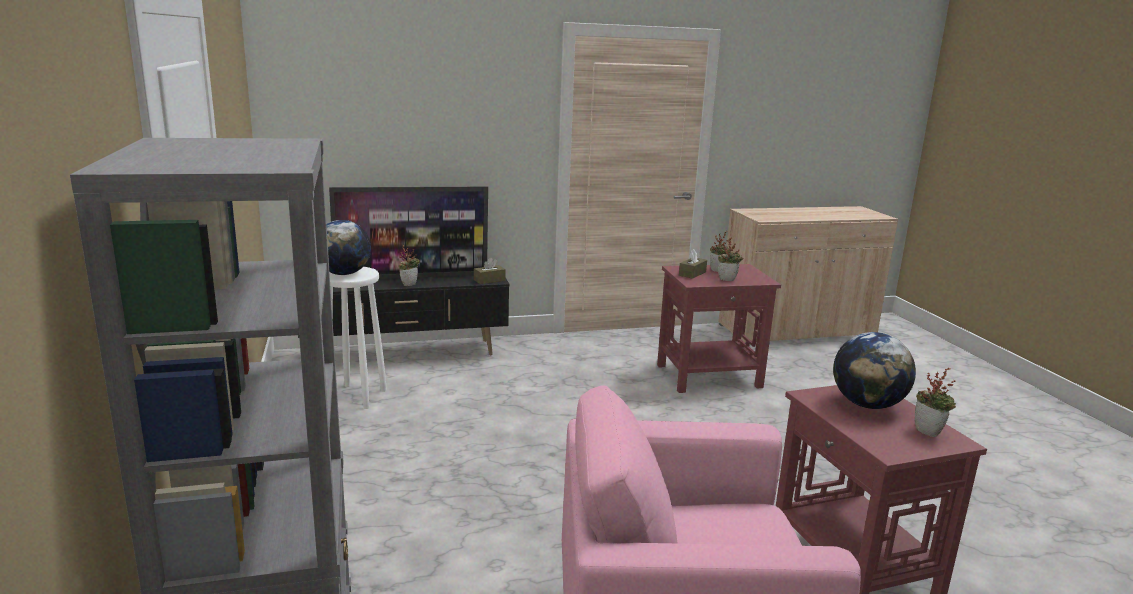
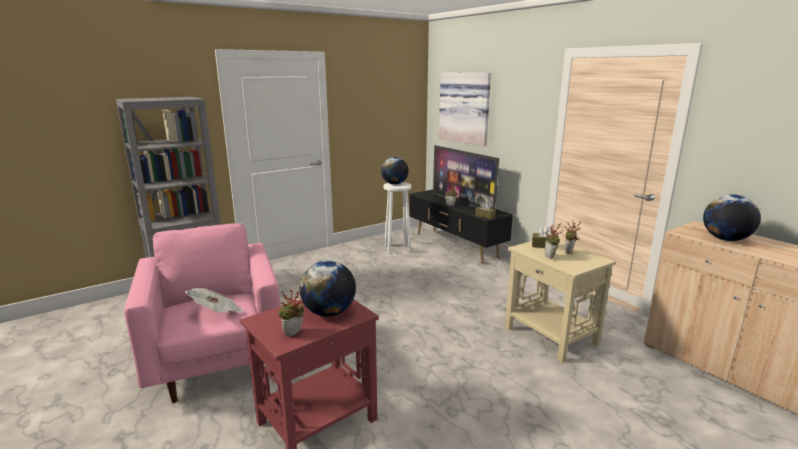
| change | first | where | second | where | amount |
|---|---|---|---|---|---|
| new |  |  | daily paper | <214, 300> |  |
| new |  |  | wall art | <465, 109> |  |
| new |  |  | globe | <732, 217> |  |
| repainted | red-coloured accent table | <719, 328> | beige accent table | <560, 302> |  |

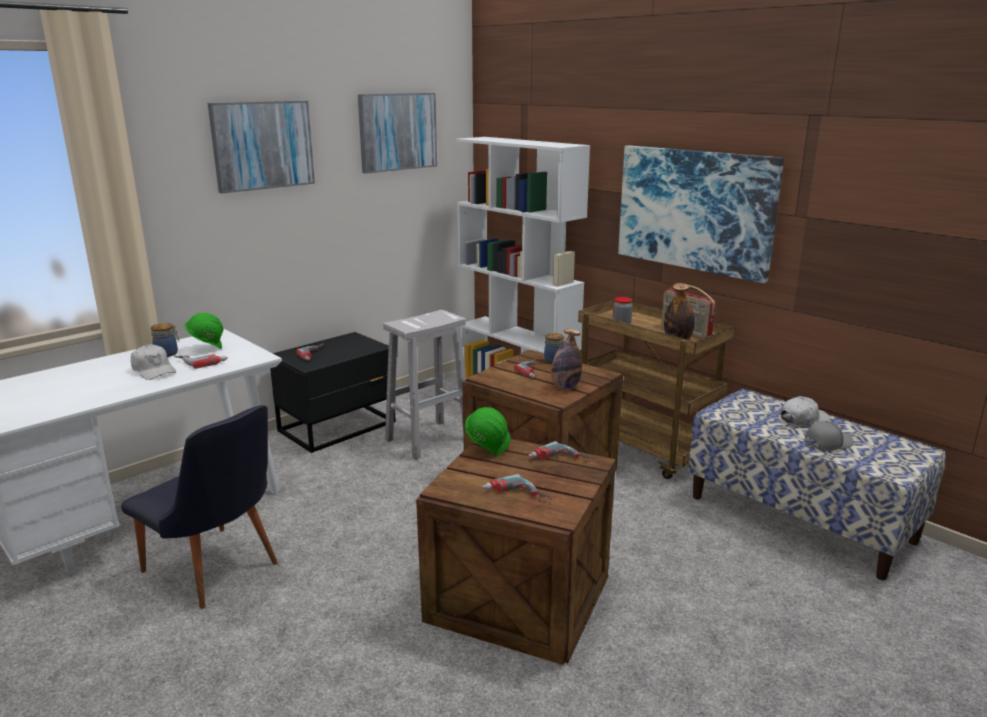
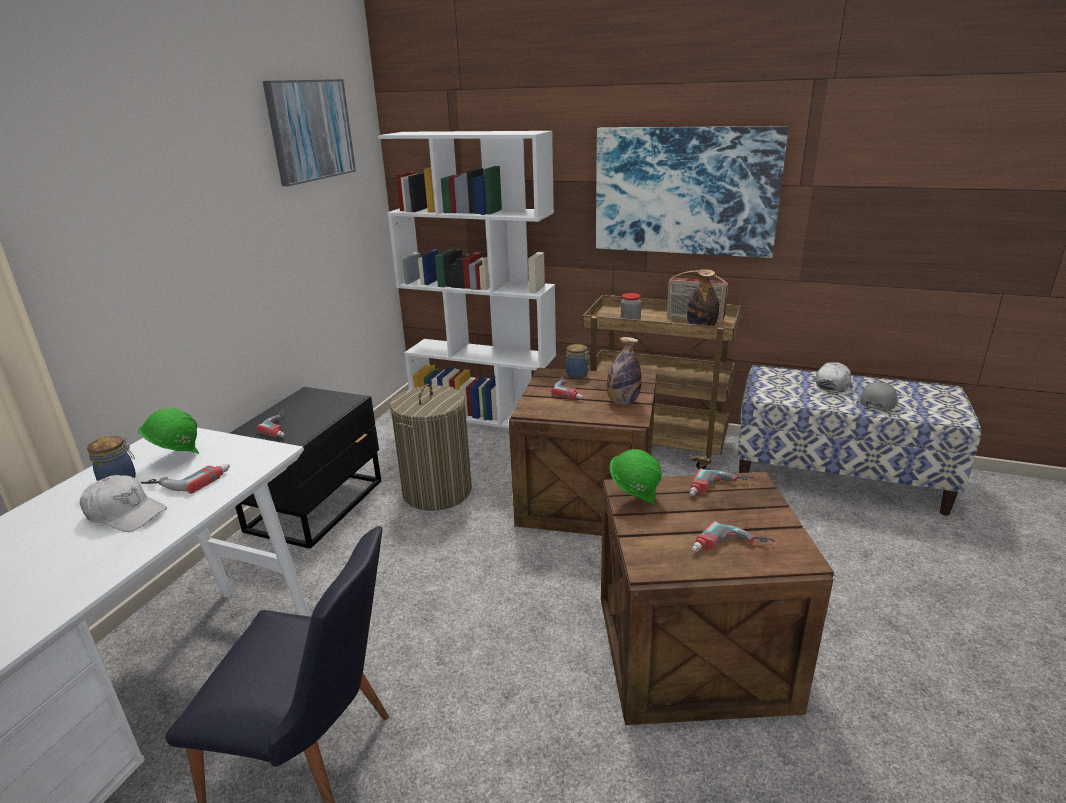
| change | first | where | second | where | amount |
|---|---|---|---|---|---|
| gone | wall art | <261, 147> |  |  |  |
| swapped | white sitting stool | <424, 385> | washing basket | <431, 447> |  |

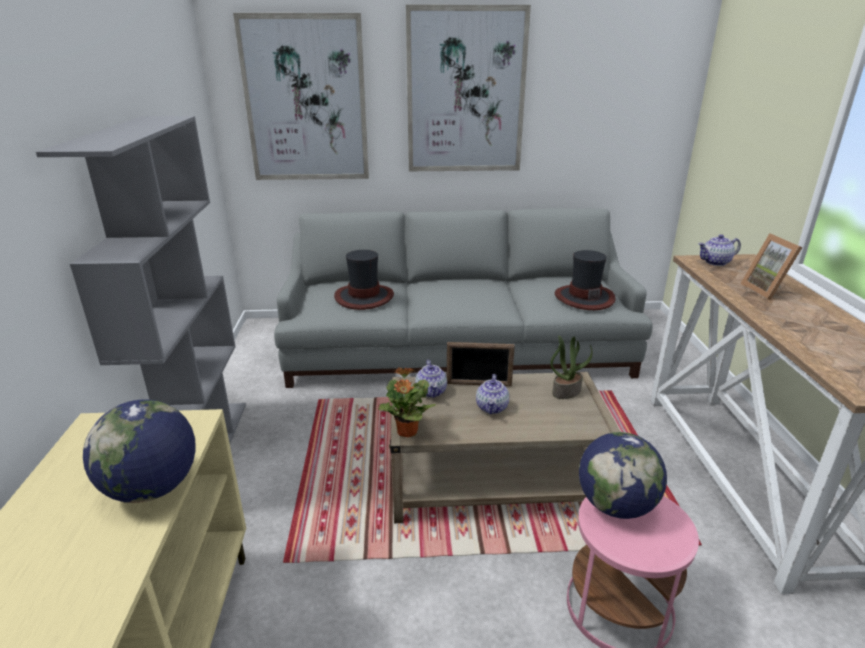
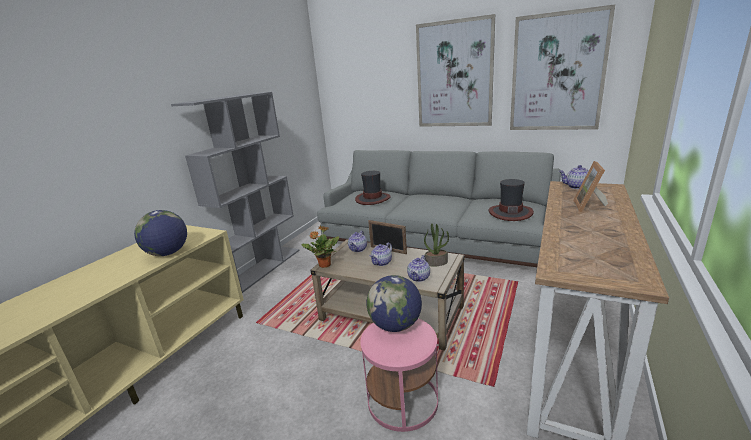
| change | first | where | second | where | amount |
|---|---|---|---|---|---|
| new |  |  | teapot | <418, 268> |  |
| shifted | wall art | <301, 96> |  | <562, 67> |  |

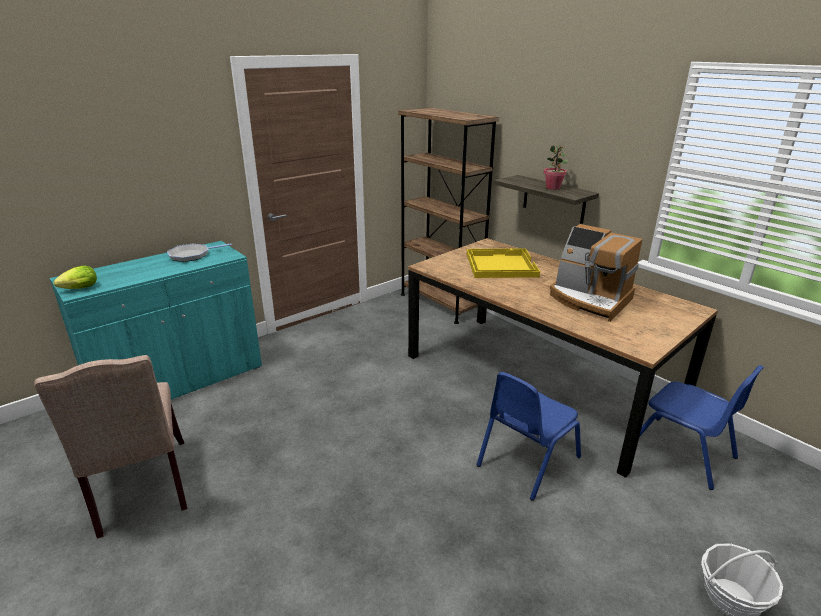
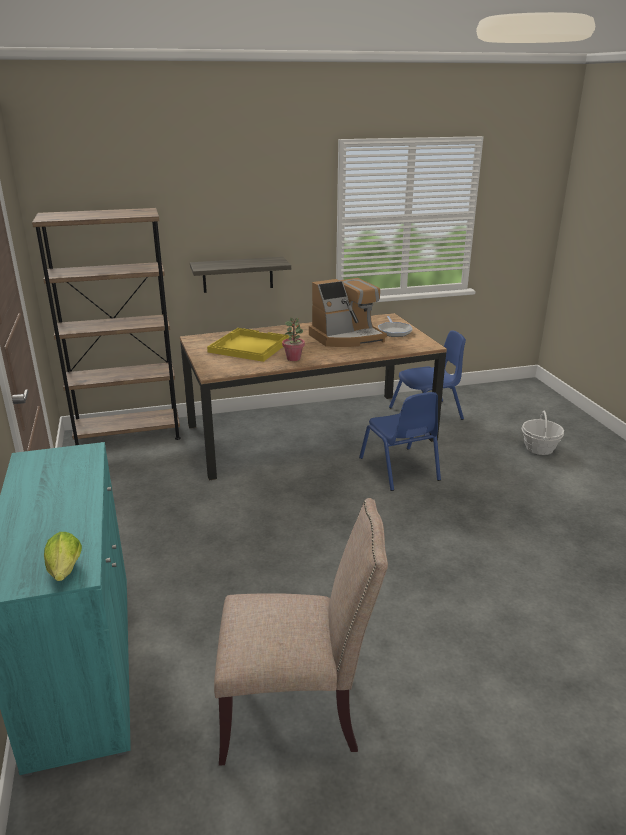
| change | first | where | second | where | amount |
|---|---|---|---|---|---|
| shifted | skillet | <199, 253> |  | <395, 326> |  |
| shifted | plant in a pot | <556, 167> |  | <293, 339> |  |

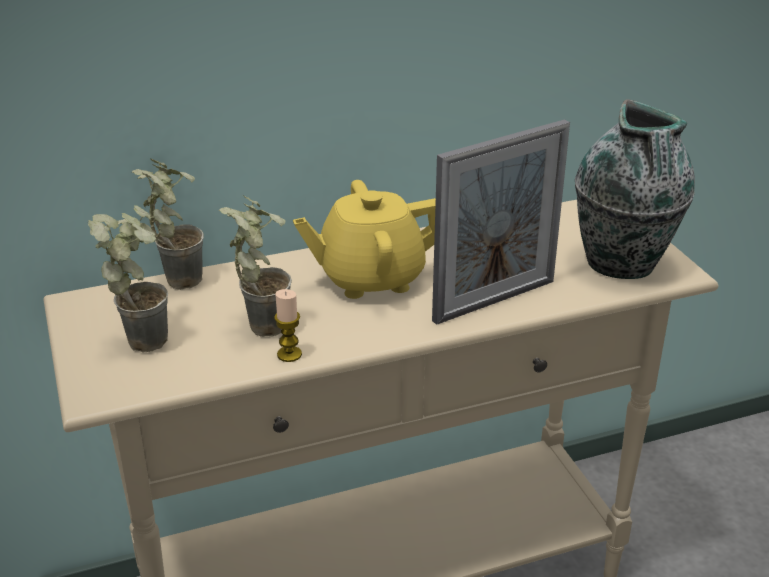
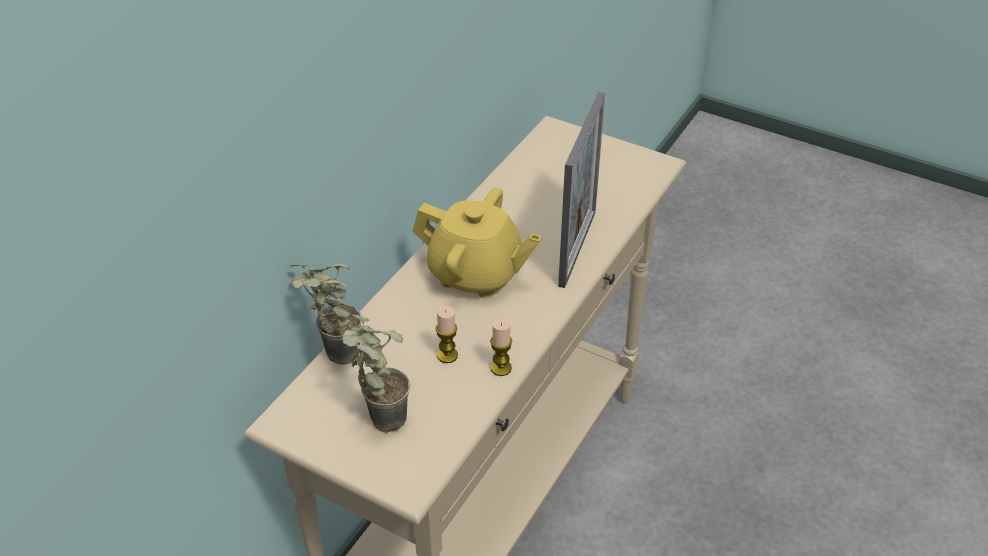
| change | first | where | second | where | amount |
|---|---|---|---|---|---|
| gone | vase | <635, 189> |  |  |  |
| swapped | plant in a pot | <255, 266> | wax candle | <446, 334> |  |
| rotated | yellowish teapot | <364, 239> |  | <477, 242> | 105 degrees counterclockwise |

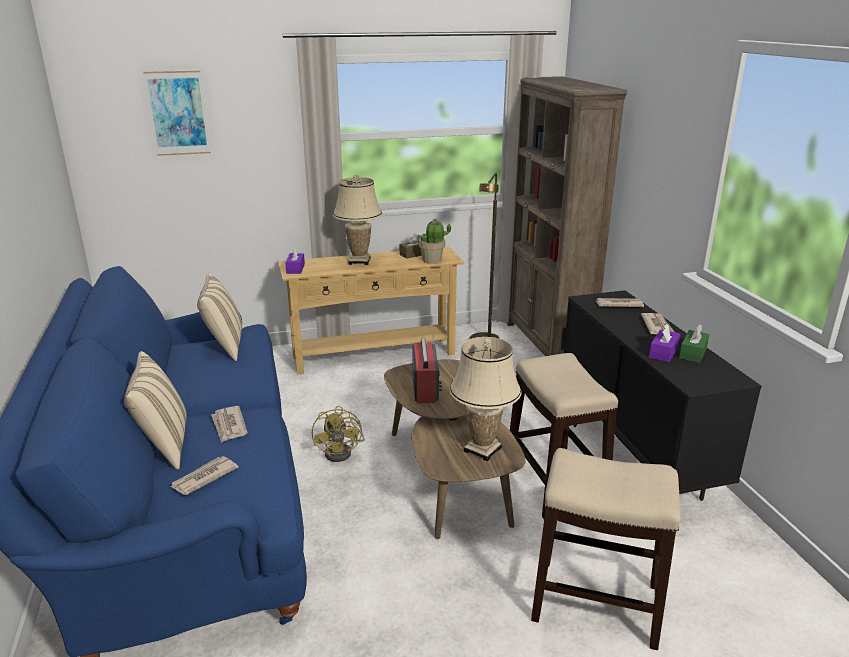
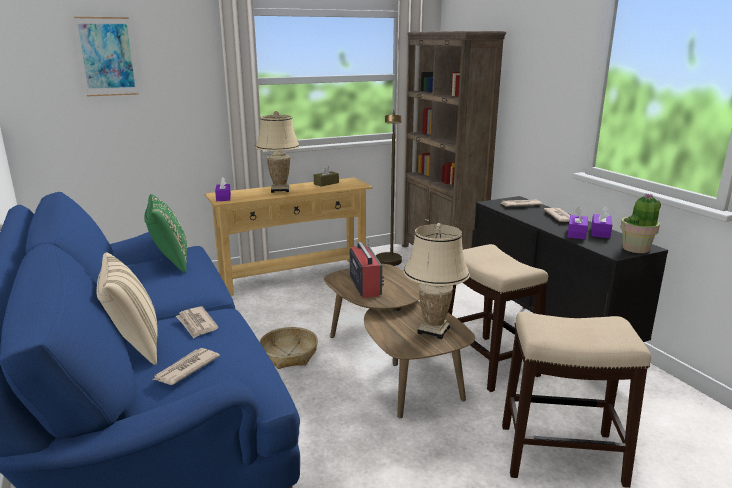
| change | first | where | second | where | amount |
|---|---|---|---|---|---|
| shifted | plant in a pot | <435, 241> |  | <641, 223> |  |
| swapped | yellowish cooling fan | <338, 434> | household basket | <288, 348> |  |
| repainted | beige cushion | <219, 317> | green cushion | <166, 233> |  |
| repainted | green tissue holder | <694, 343> | purple-coloured tissue holder | <601, 222> |  |

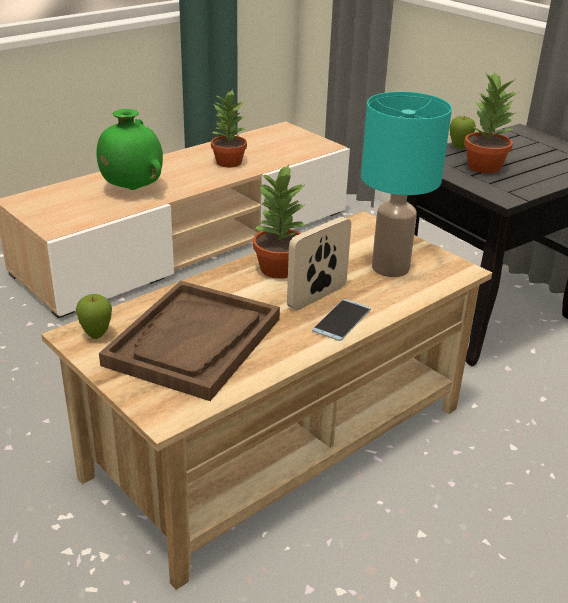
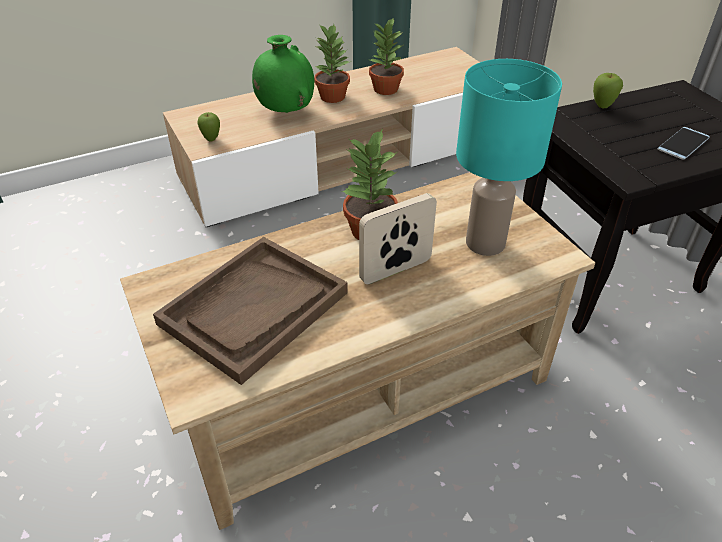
| change | first | where | second | where | amount |
|---|---|---|---|---|---|
| shifted | whole apple | <94, 316> |  | <208, 127> |  |
| shifted | telephone | <341, 320> |  | <684, 143> |  |
| shifted | plant in a pot | <491, 122> |  | <332, 63> |  |

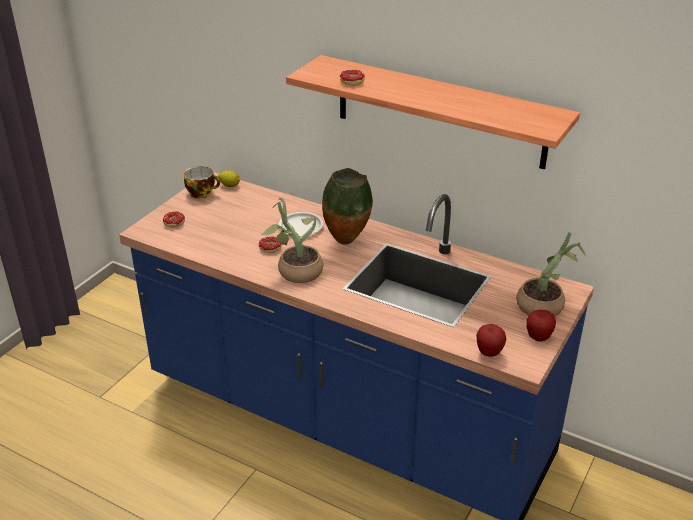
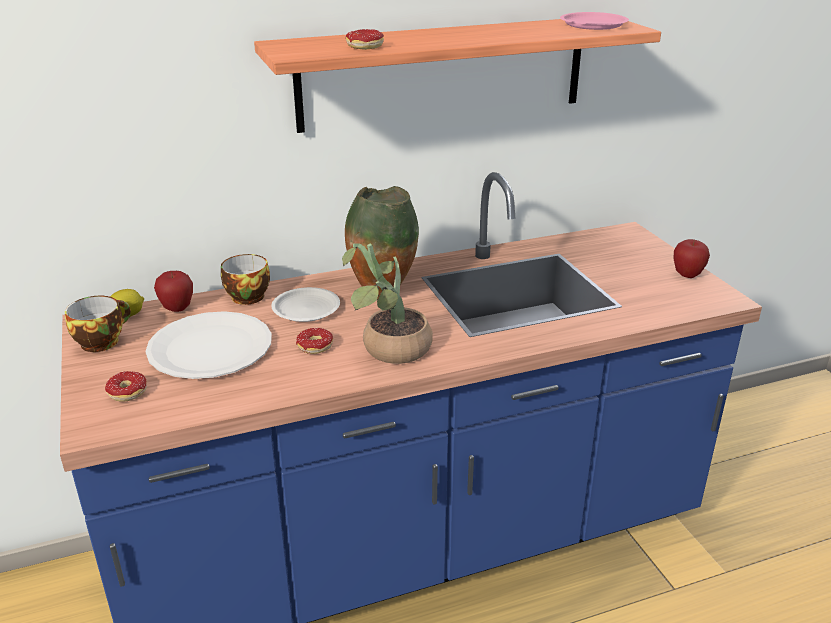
| change | first | where | second | where | amount |
|---|---|---|---|---|---|
| gone | plant in a pot | <551, 274> |  |  |  |
| new |  |  | white plate | <208, 345> |  |
| new |  |  | cup | <245, 279> |  |
| new |  |  | pink-coloured plate | <594, 21> |  |
| shifted | whole apple | <491, 340> |  | <173, 291> |  |

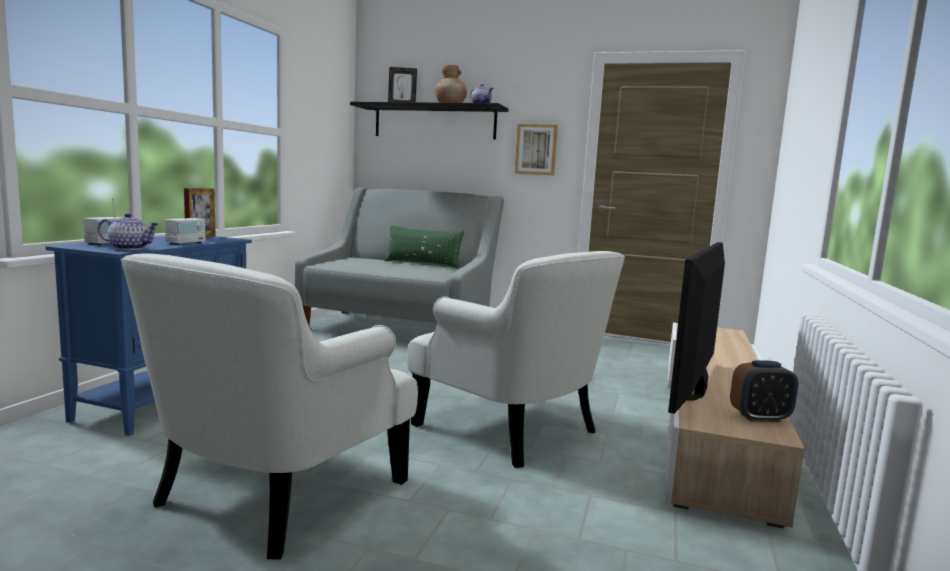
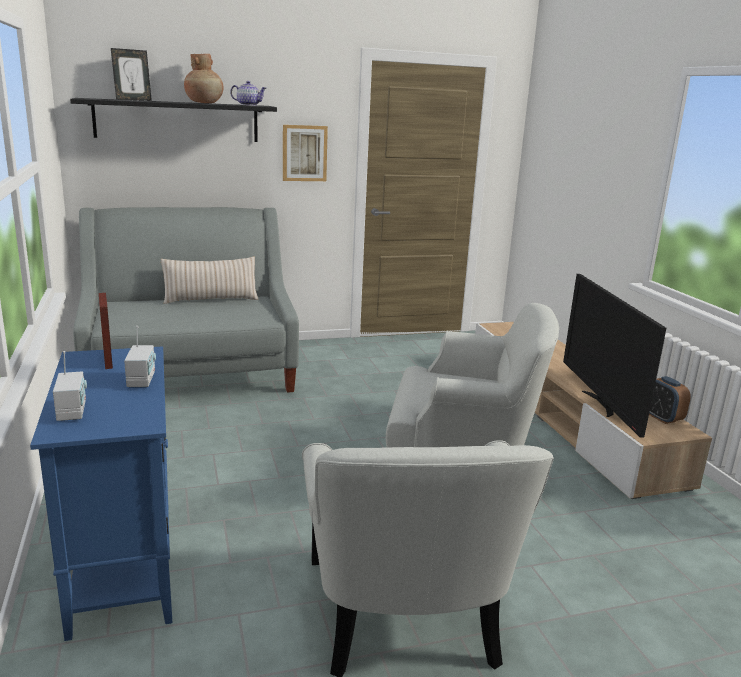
| change | first | where | second | where | amount |
|---|---|---|---|---|---|
| gone | teapot | <129, 231> |  |  |  |
| repainted | green cushion | <424, 246> | beige cushion | <209, 280> |  |
| rotated | table clock | <764, 391> |  | <670, 400> | 105 degrees clockwise |

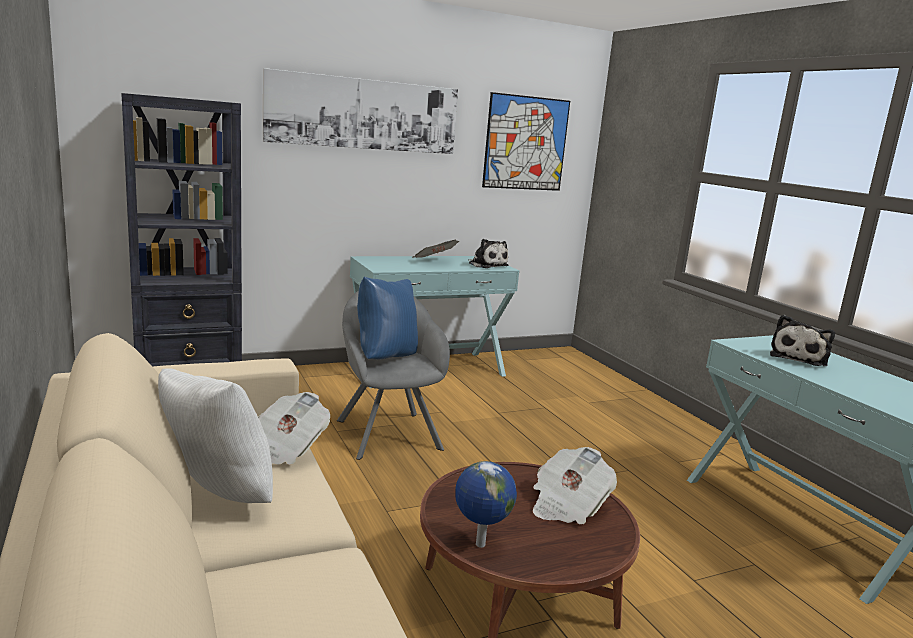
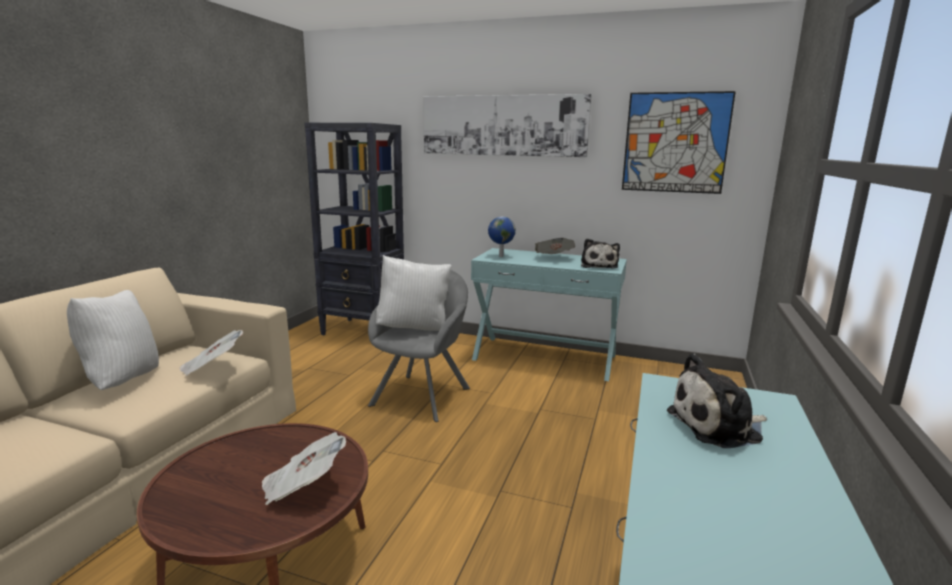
| change | first | where | second | where | amount |
|---|---|---|---|---|---|
| shifted | globe | <486, 504> |  | <502, 236> |  |
| repainted | blue-coloured cushion | <387, 318> | white cushion | <414, 293> |  |

